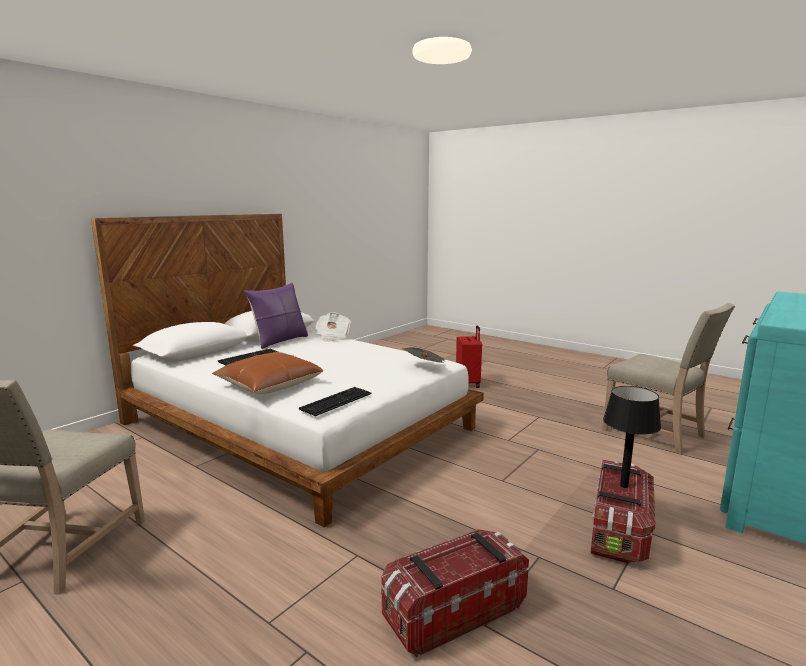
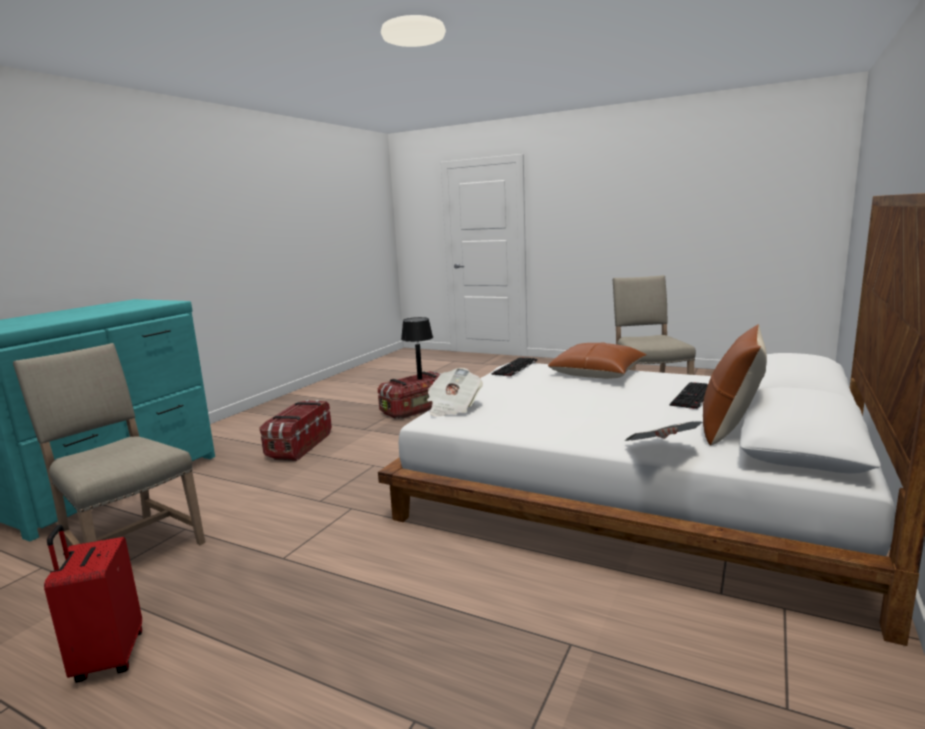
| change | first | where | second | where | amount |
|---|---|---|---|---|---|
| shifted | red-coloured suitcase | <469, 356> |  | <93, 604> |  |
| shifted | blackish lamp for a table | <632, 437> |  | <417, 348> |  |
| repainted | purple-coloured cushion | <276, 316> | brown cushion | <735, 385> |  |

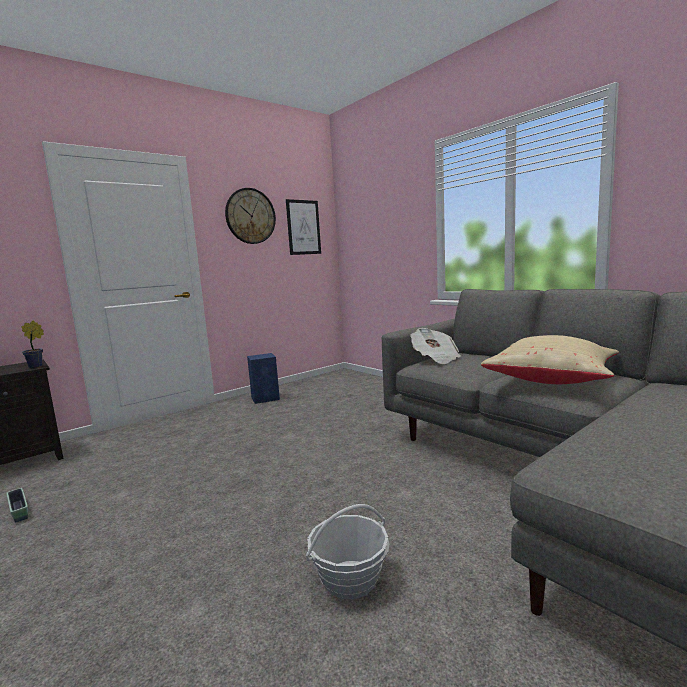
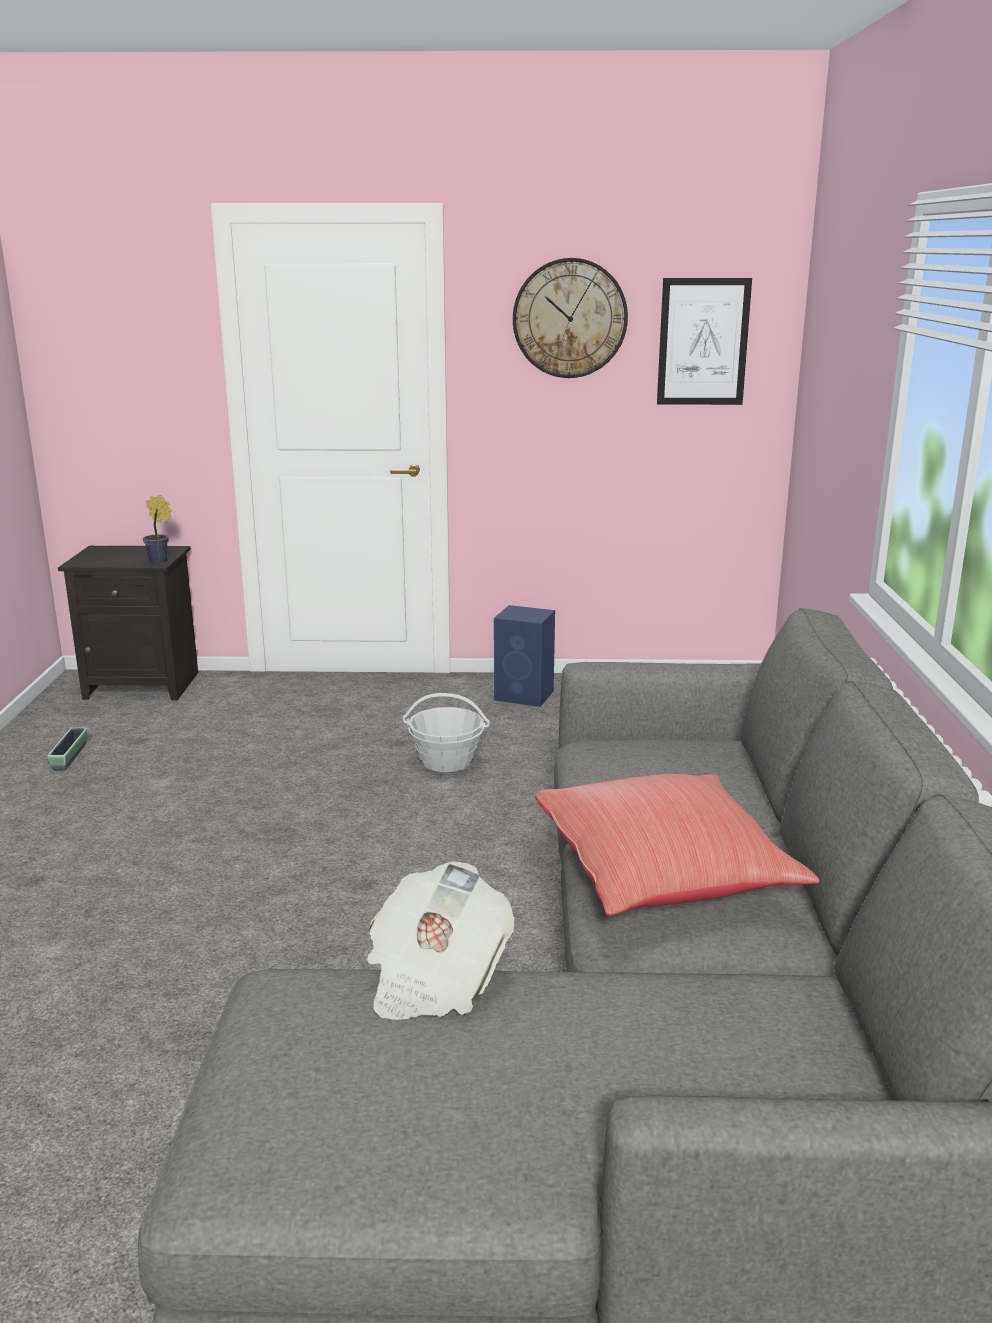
| change | first | where | second | where | amount |
|---|---|---|---|---|---|
| shifted | household basket | <348, 551> |  | <446, 732> |  |
| shifted | daily paper | <435, 346> |  | <441, 940> |  |
| repainted | beige cushion | <550, 359> | red-coloured cushion | <677, 845> |  |

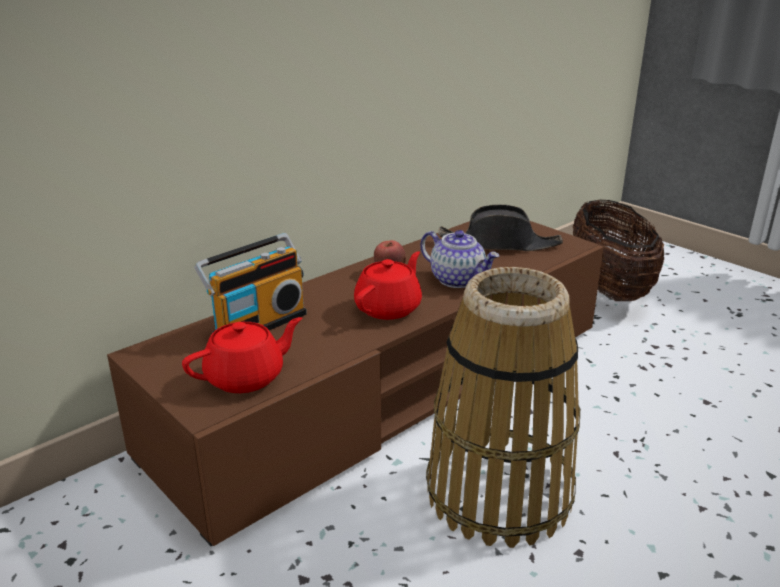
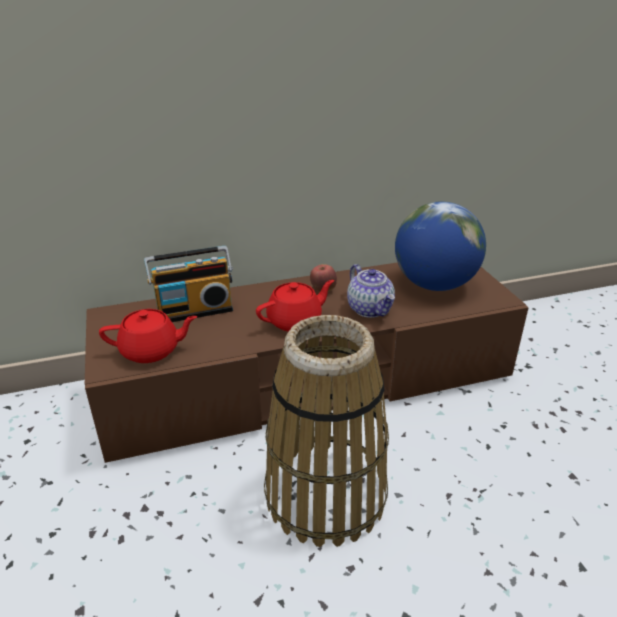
| change | first | where | second | where | amount |
|---|---|---|---|---|---|
| gone | household basket | <618, 250> |  |  |  |
| swapped | blackish wearable hat | <500, 227> | globe | <440, 246> |  |

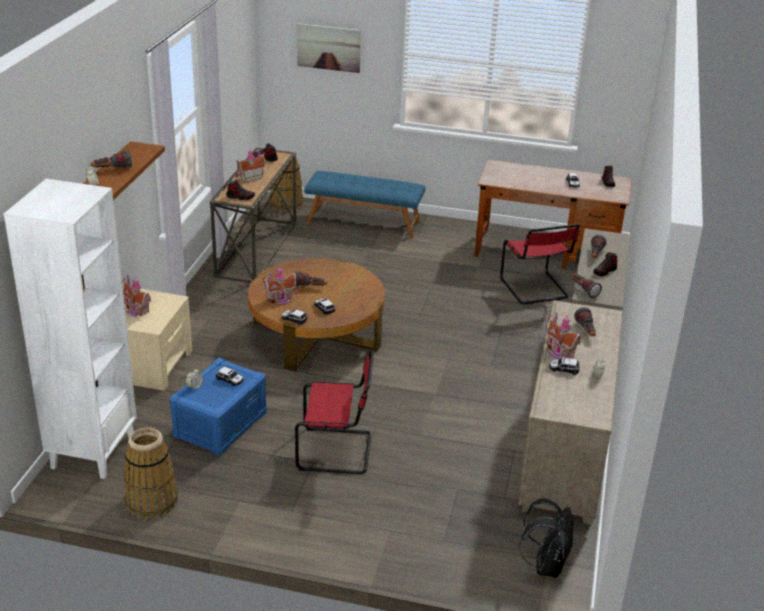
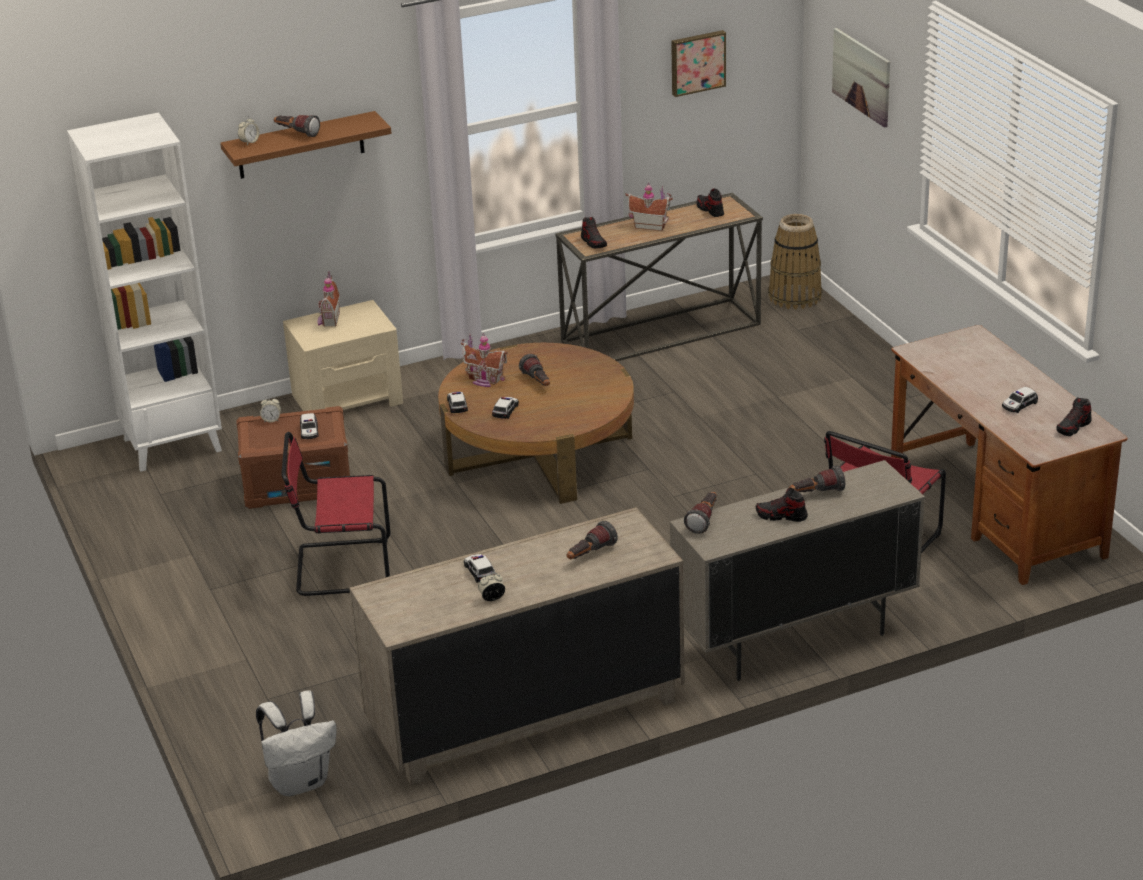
| change | first | where | second | where | amount |
|---|---|---|---|---|---|
| gone | household basket | <151, 473> |  |  |  |
| gone | blue-coloured bench | <364, 204> |  |  |  |
| gone | toy house | <564, 335> |  |  |  |
| new |  |  | wall art | <698, 63> |  |
| repainted | blue-coloured storage bin | <218, 406> | brown storage bin | <293, 457> |  |
| repainted | blackish rucksack | <546, 538> | white rucksack | <296, 743> |  |
| rotated | red-coloured upright chair | <334, 412> |  | <336, 514> | 120 degrees clockwise |

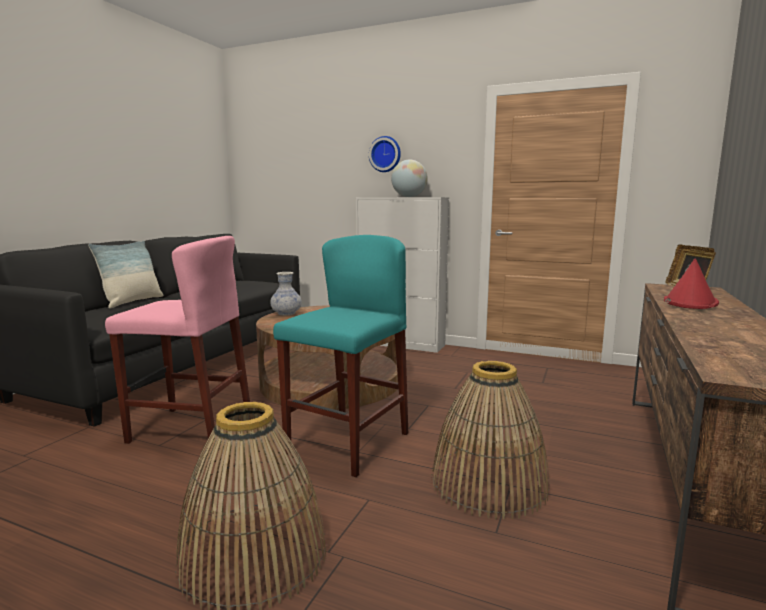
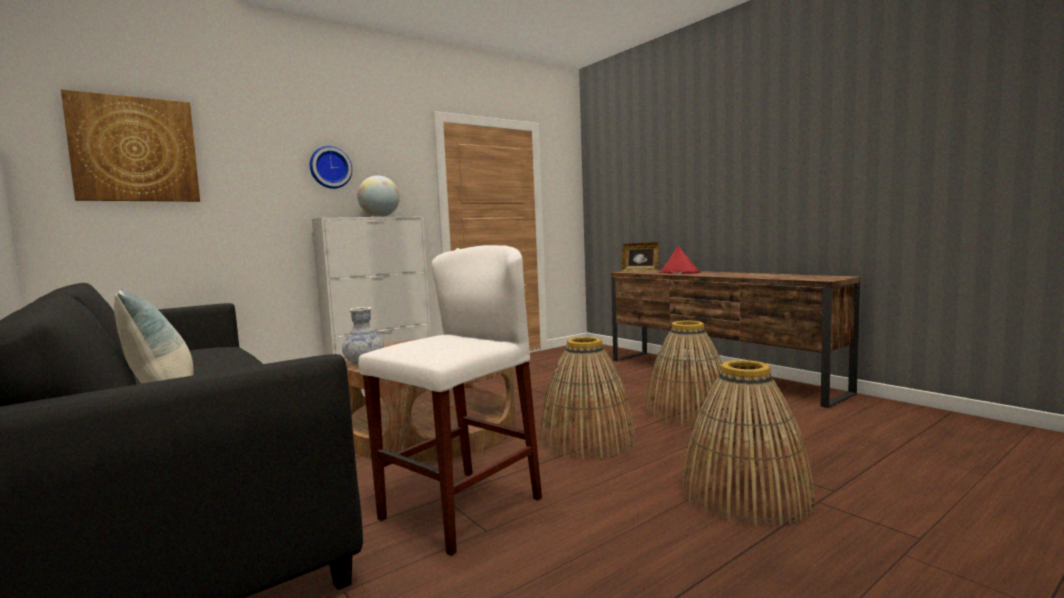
| change | first | where | second | where | amount |
|---|---|---|---|---|---|
| new |  |  | wall art | <130, 145> |  |
| swapped | blue-green sitting stool | <340, 356> | household basket | <587, 398> |  |
| repainted | pink-coloured sitting stool | <177, 341> | white sitting stool | <450, 400> |  |

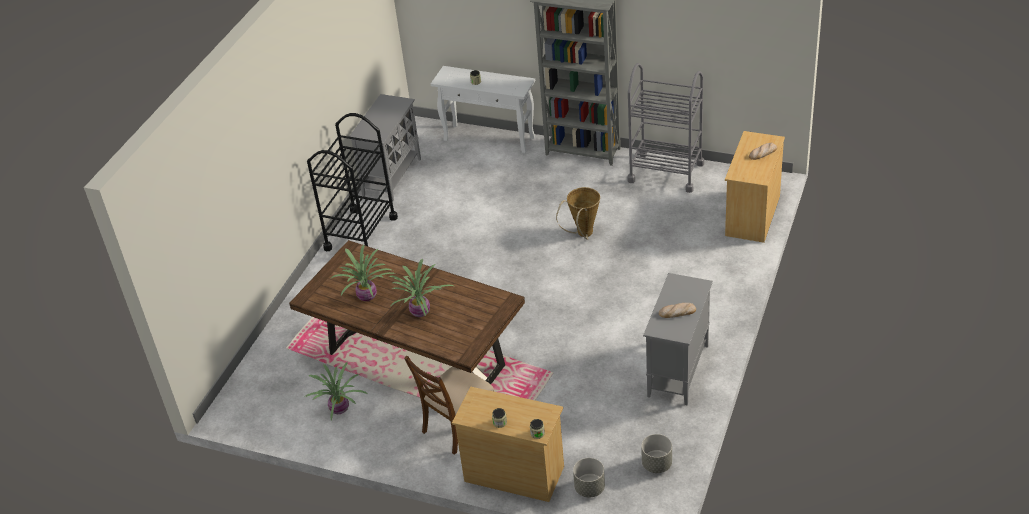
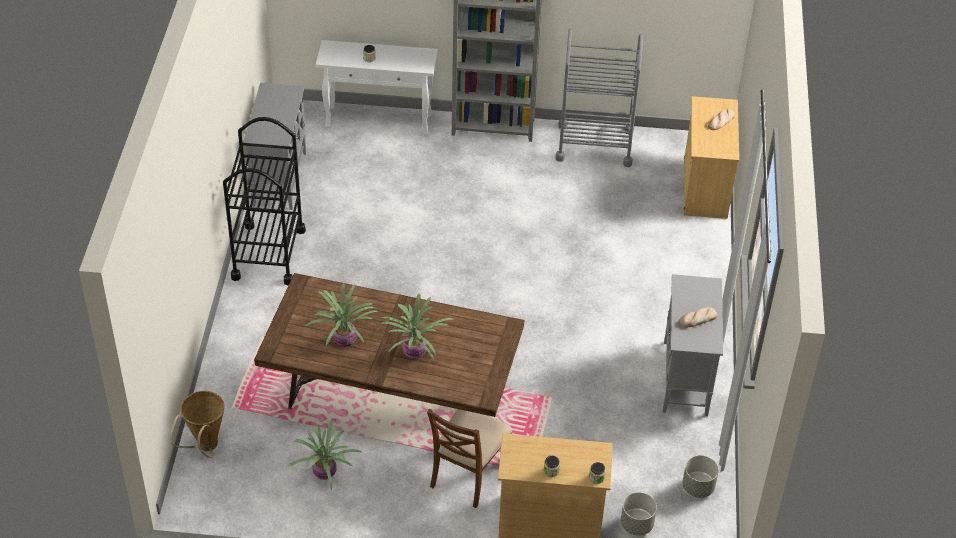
| change | first | where | second | where | amount |
|---|---|---|---|---|---|
| shifted | household basket | <578, 213> |  | <197, 424> |  |

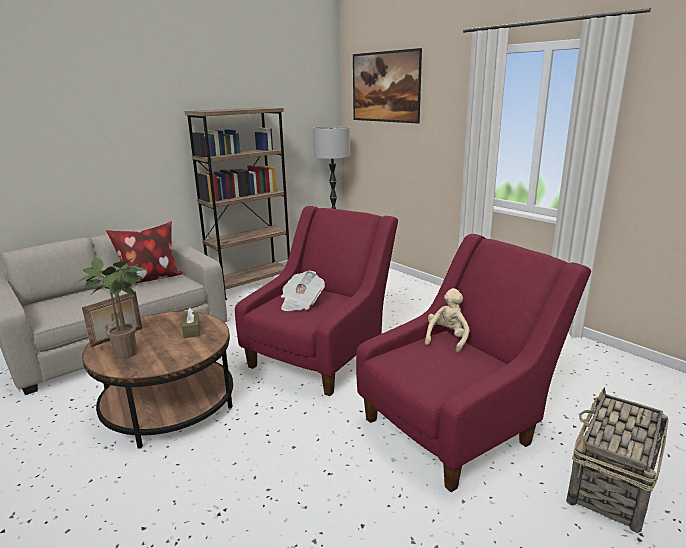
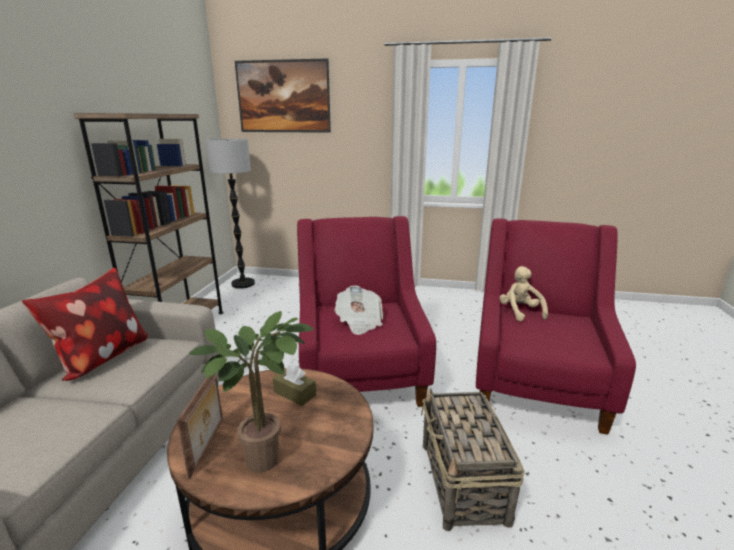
| change | first | where | second | where | amount |
|---|---|---|---|---|---|
| shifted | household basket | <617, 460> |  | <473, 459> |  |

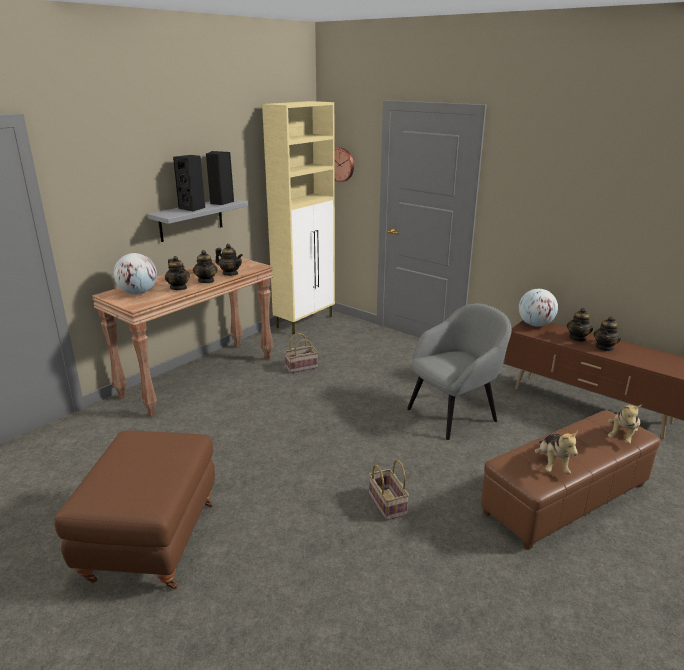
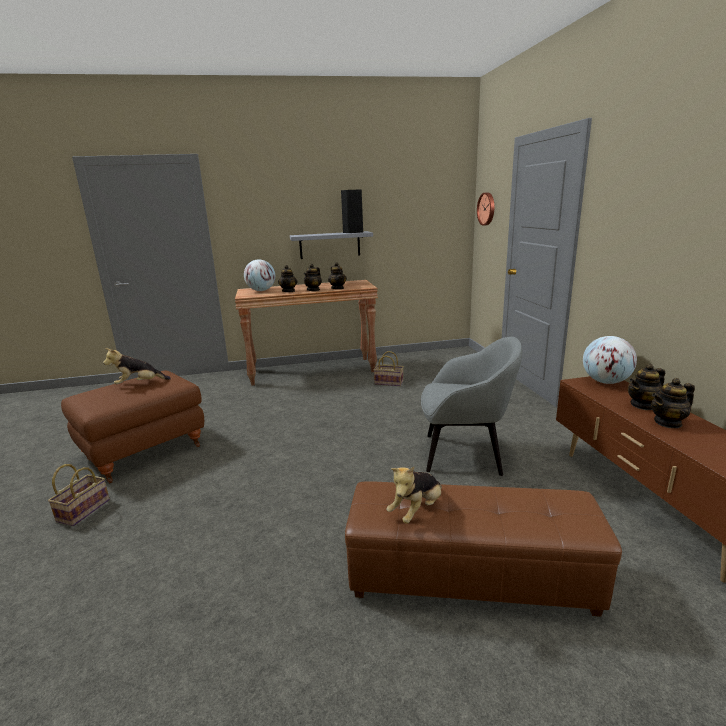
| change | first | where | second | where | amount |
|---|---|---|---|---|---|
| gone | blackish loudspeaker | <189, 183> |  |  |  |
| gone | beige storage cabinet | <298, 217> |  |  |  |
| shifted | household basket | <389, 490> |  | <79, 495> |  |
| shifted | soft toy | <625, 424> |  | <137, 366> |  |

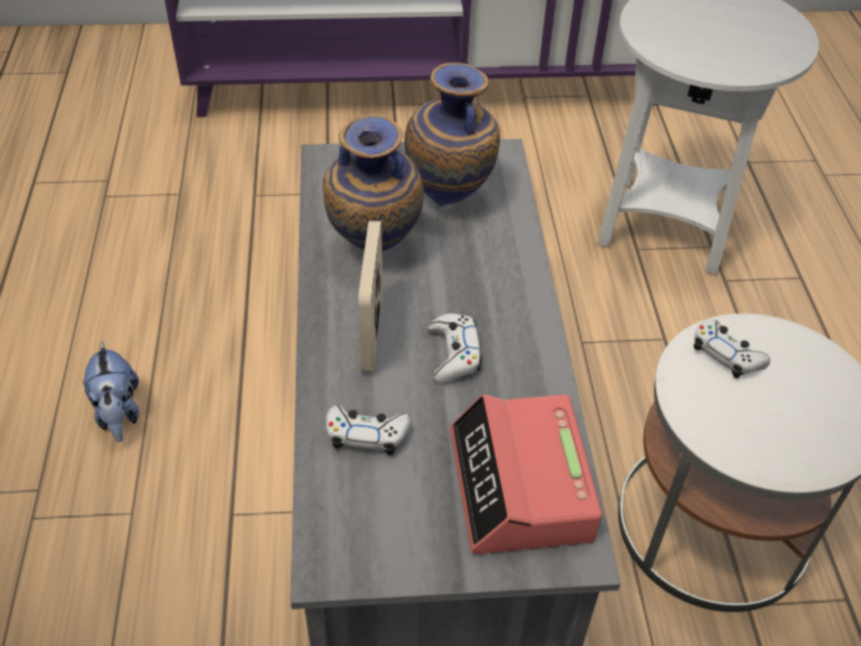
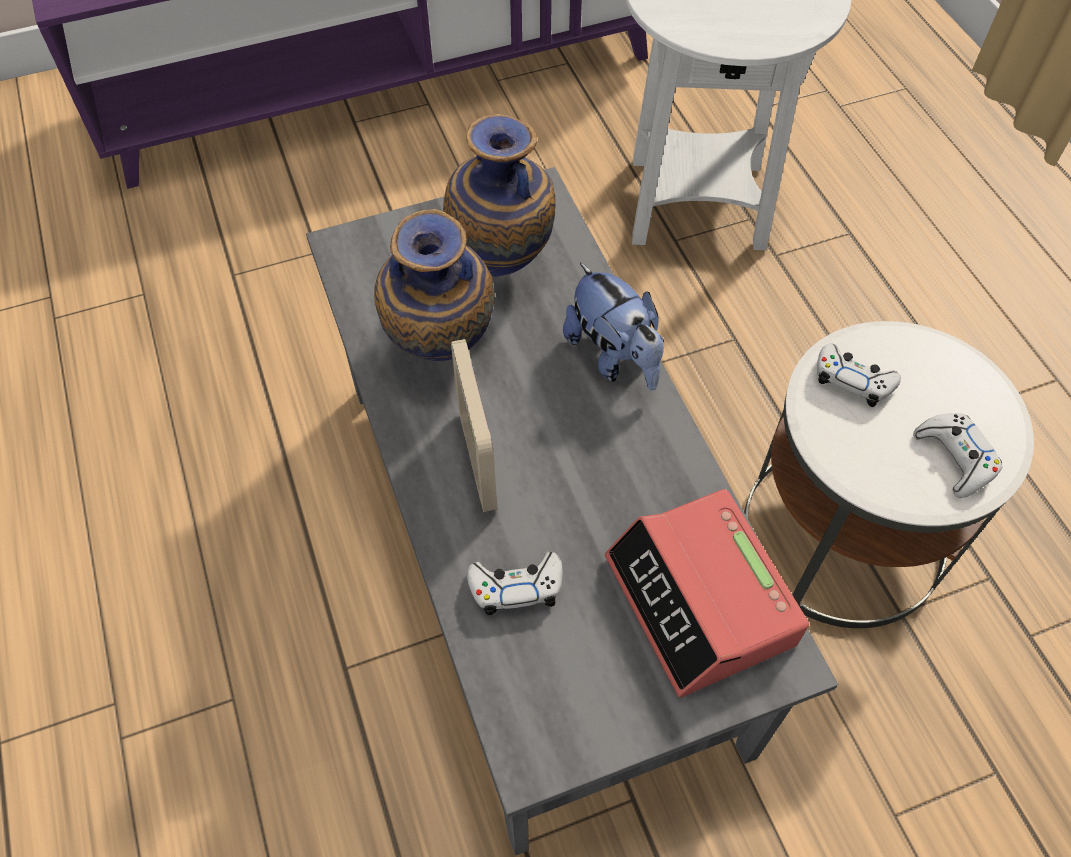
| change | first | where | second | where | amount |
|---|---|---|---|---|---|
| shifted | soft toy | <110, 391> |  | <613, 327> |  |
| shifted | white gamepad | <454, 348> |  | <958, 455> |  |

